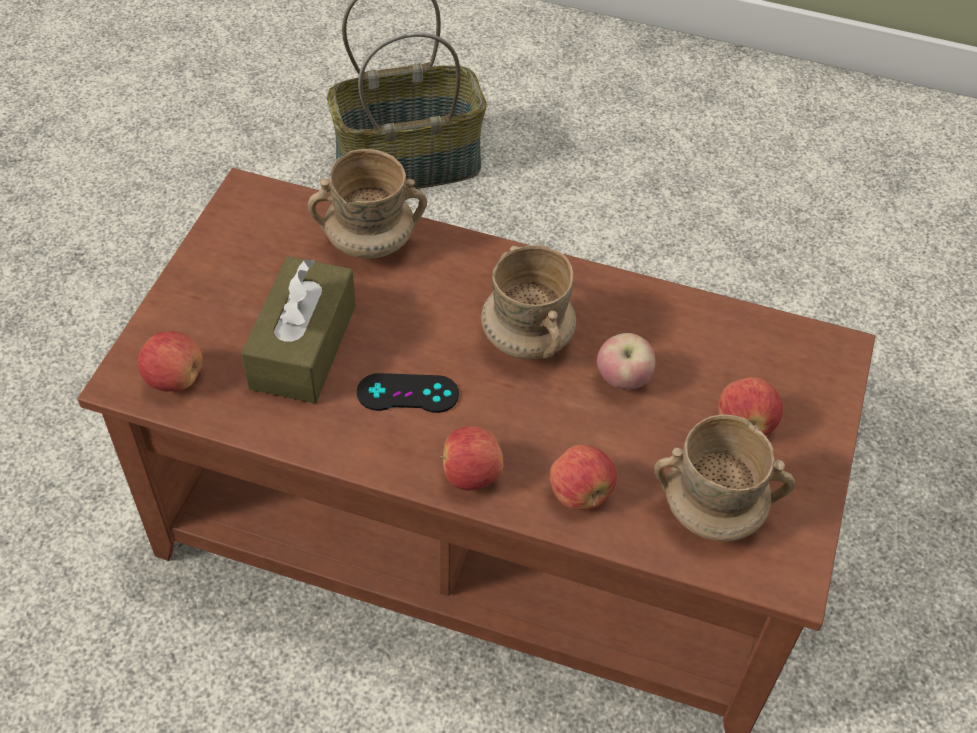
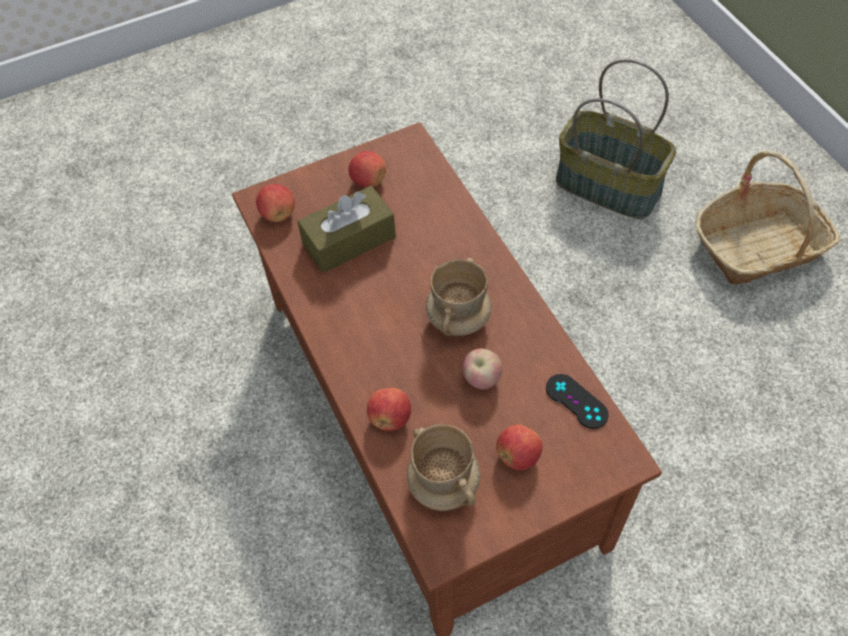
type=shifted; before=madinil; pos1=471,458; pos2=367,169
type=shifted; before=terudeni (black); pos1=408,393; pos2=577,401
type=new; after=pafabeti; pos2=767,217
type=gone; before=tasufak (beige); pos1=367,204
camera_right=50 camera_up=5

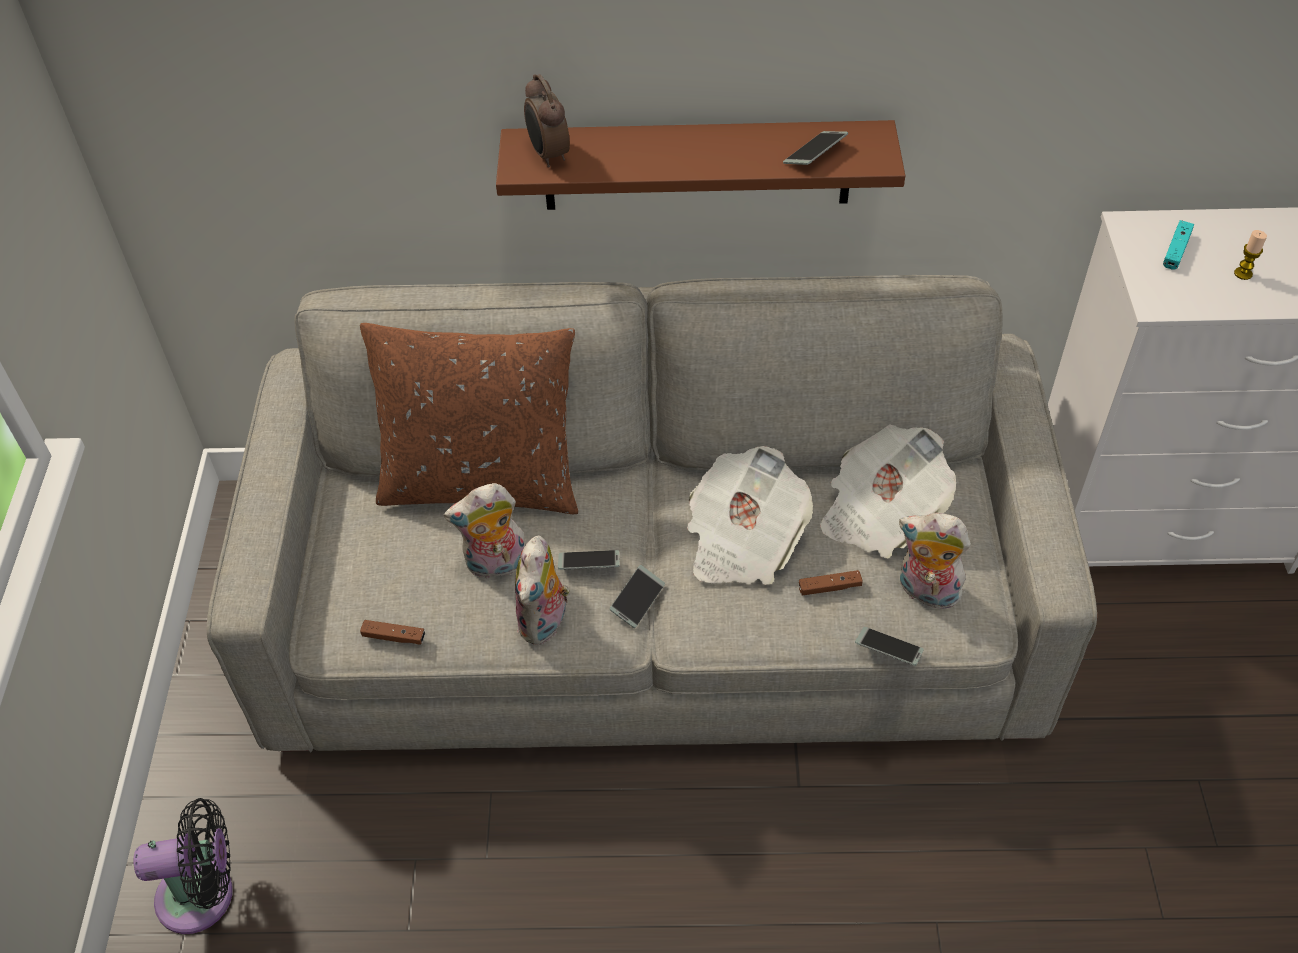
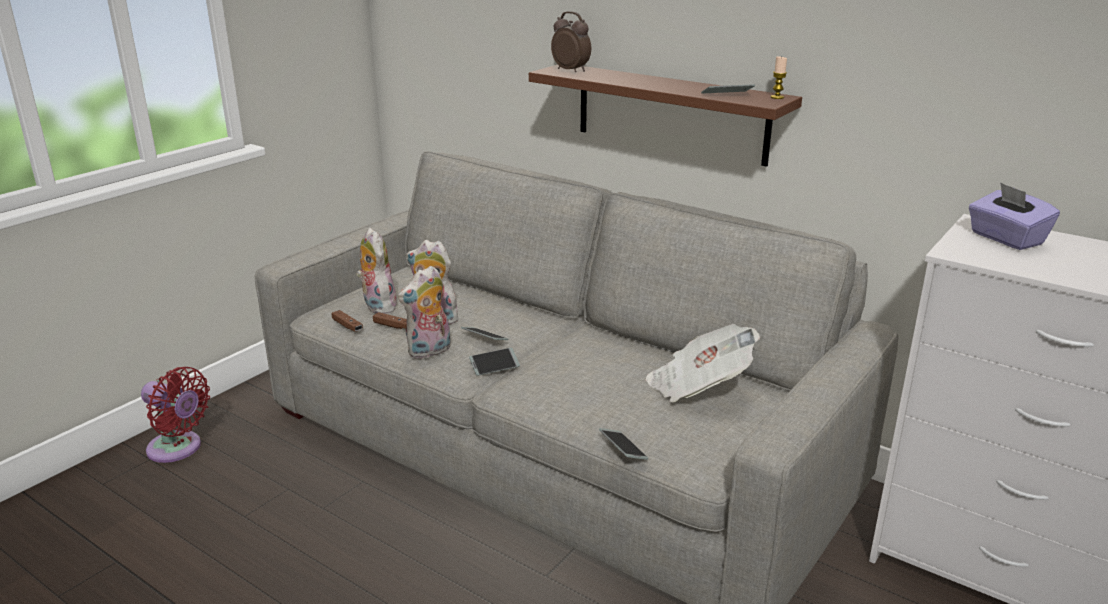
type=repainted; before=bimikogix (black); after=bimikogix (red); pos1=183,866; pos2=175,415
type=shifted; before=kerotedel; pos1=935,562; pos2=376,271
type=shifted; before=terudeni (brown); pos1=831,582; pos2=390,320
type=rotated; before=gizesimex; pos1=547,121; pos2=571,41; turn=120
type=shifted; before=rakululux; pos1=1250,255; pos2=779,77
type=swapped; before=terudeni (turquoise); after=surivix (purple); pos1=1178,245; pos2=1014,216
type=gone; before=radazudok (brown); pos1=469,418
type=gone; before=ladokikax; pos1=750,515
camera_right=35 camera_up=-25

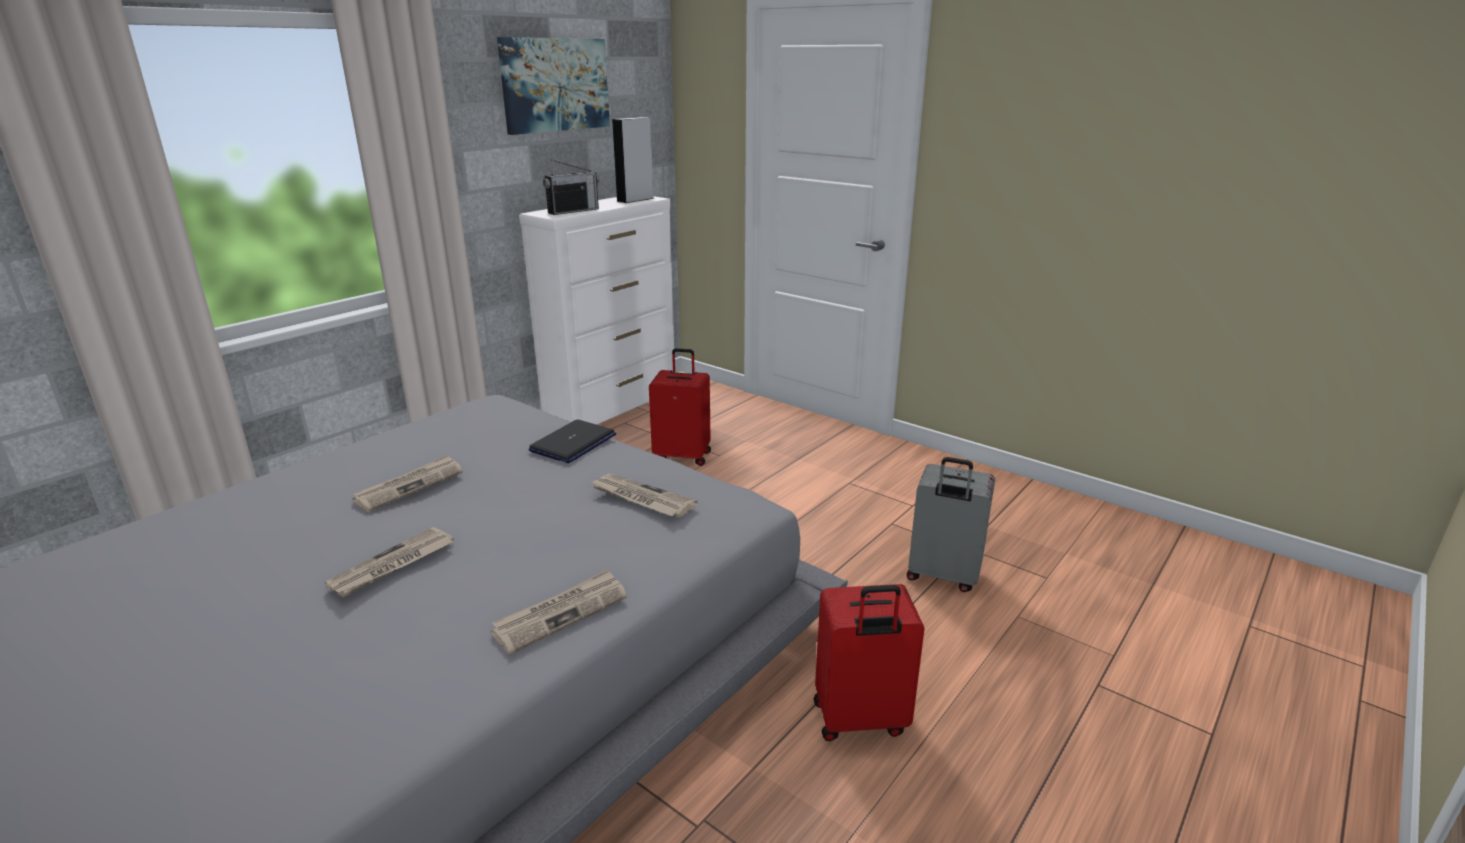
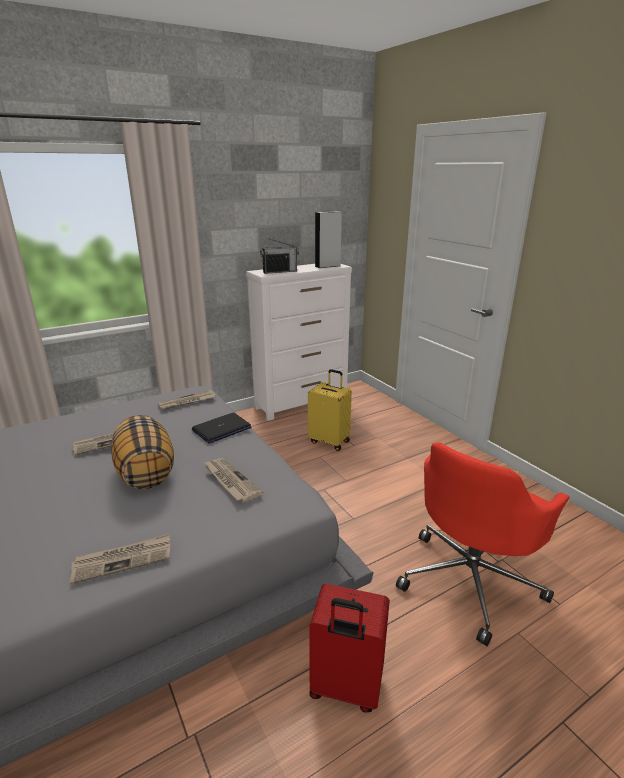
type=new; after=radazudok; pos2=142,452
type=shifted; before=ladokikax; pos1=389,562; pos2=187,400
type=repainted; before=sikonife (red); after=sikonife (yellow); pos1=680,407; pos2=330,410
type=swapped; before=sikonife (grey); after=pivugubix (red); pos1=950,524; pos2=483,544
type=gone; before=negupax; pos1=553,86
camera_right=20 camera_up=0

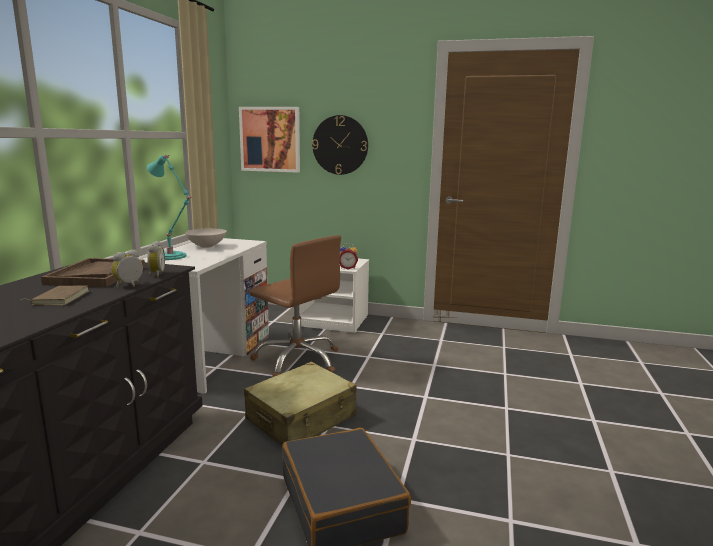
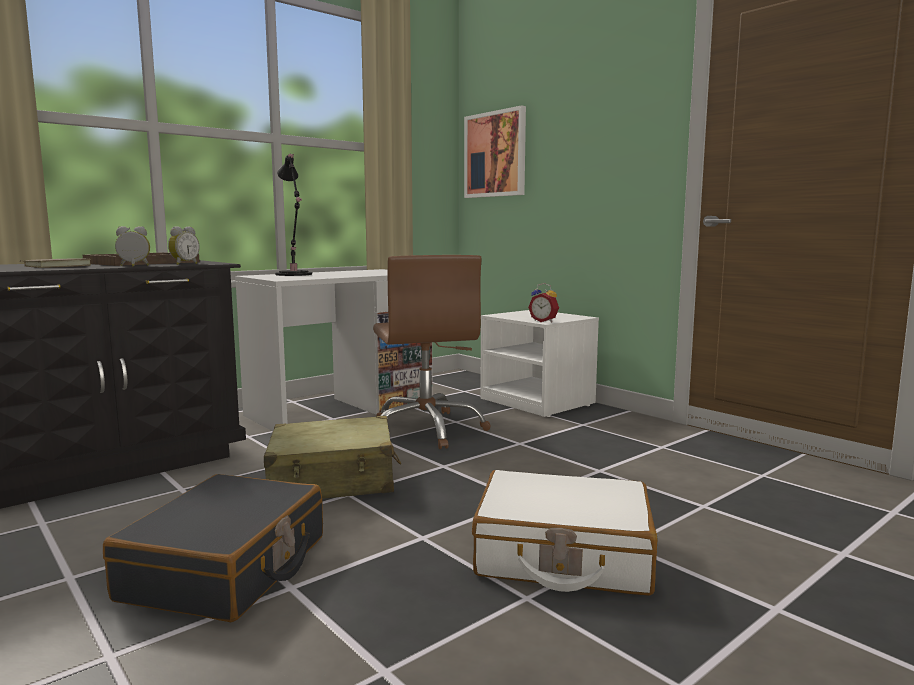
type=repainted; before=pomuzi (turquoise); after=pomuzi (black); pos1=170,207; pos2=293,214
type=new; after=sikonife (white); pos2=565,533
type=gone; before=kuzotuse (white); pos1=206,238
type=gone; before=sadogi; pos1=340,145
camera_right=35 camera_up=-5

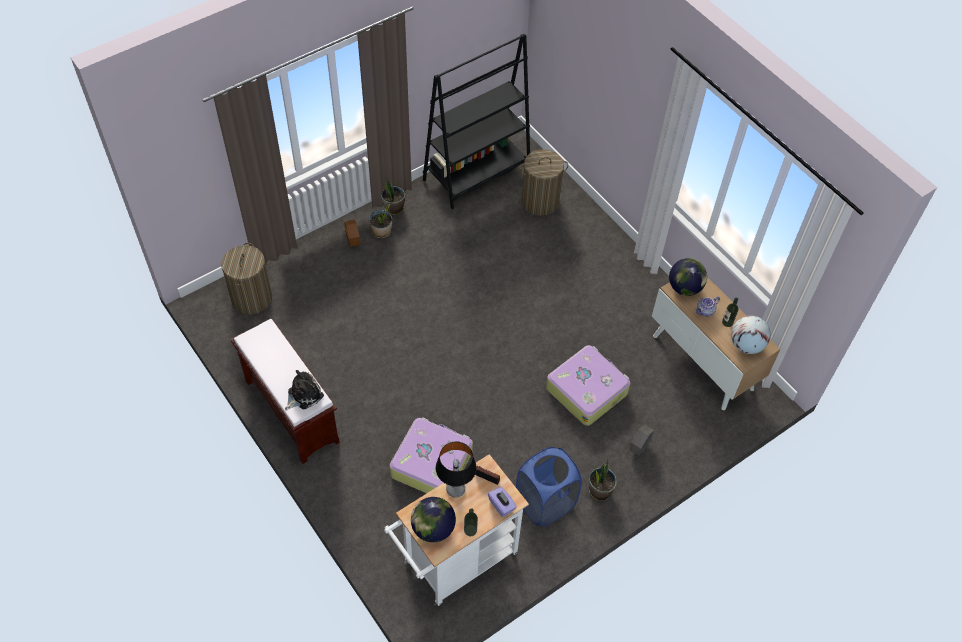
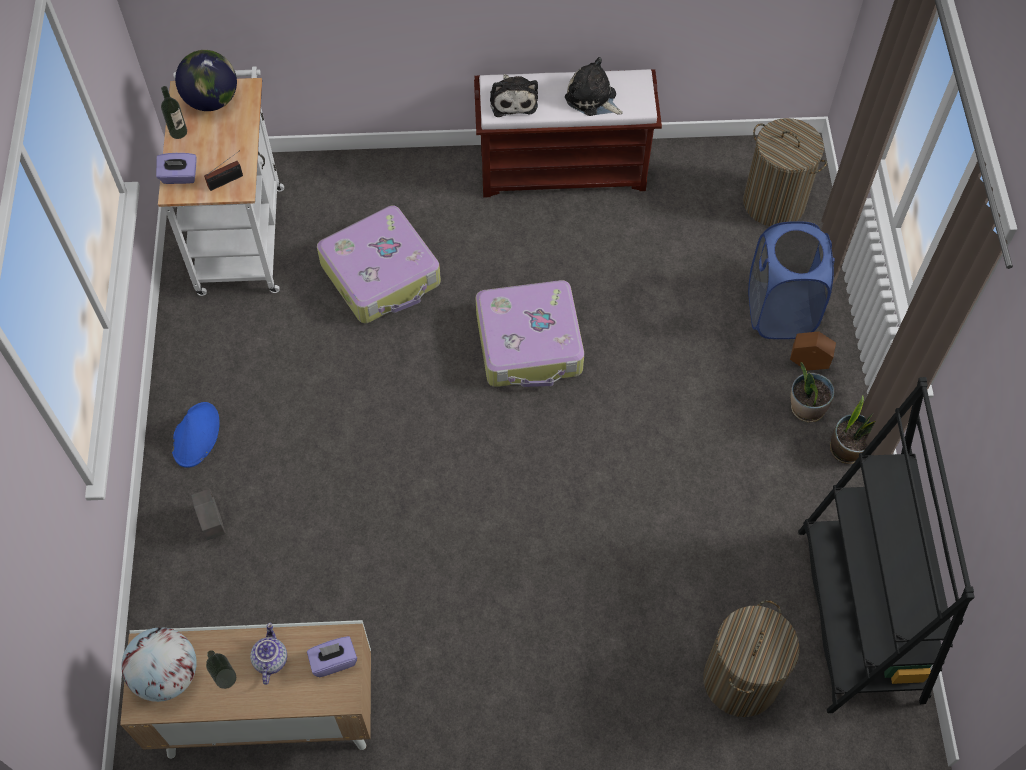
type=swapped; before=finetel; after=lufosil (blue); pos1=603,479; pos2=196,435
type=swapped; before=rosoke; after=surivix (purple); pos1=688,277; pos2=332,656
type=shifted; before=sikonife; pos1=588,385; pos2=530,333
type=new; after=kerotedel; pos2=594,86
type=shifted; before=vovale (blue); pos1=549,486; pos2=791,280
type=gone; before=pomuzi; pos1=456,470
camera_right=125 camera_up=5

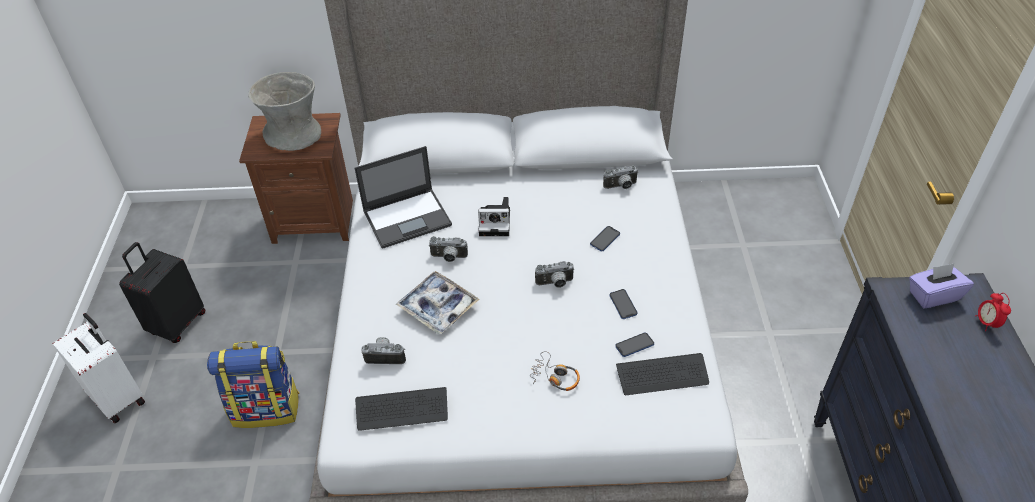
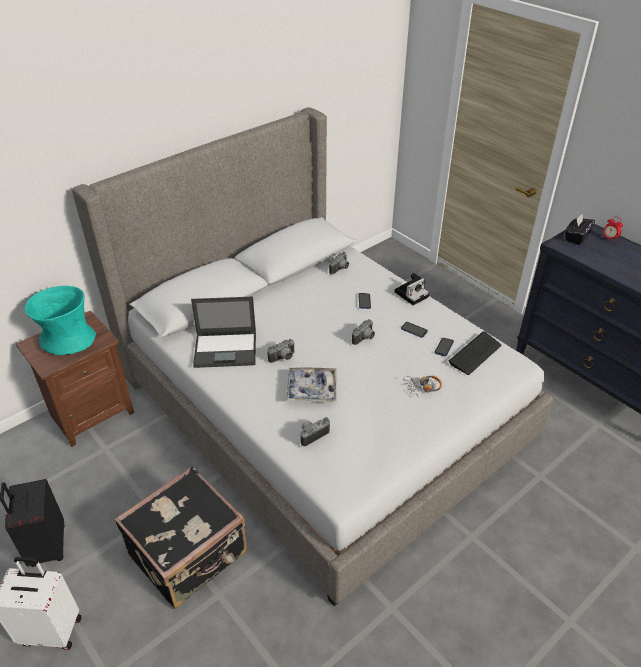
type=repainted; before=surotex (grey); after=surotex (turquoise); pos1=284,111; pos2=60,320
type=swapped; before=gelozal; after=sikonife (black); pos1=253,384; pos2=181,537
type=rotated; before=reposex; pos1=403,197; pos2=223,332; turn=60
type=shifted; before=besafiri; pos1=494,216; pos2=412,289
type=repainted; before=surivix (purple); after=surivix (black); pos1=941,286; pos2=580,229
type=gone; before=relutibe; pos1=401,409
camera_right=-40 camera_up=-5

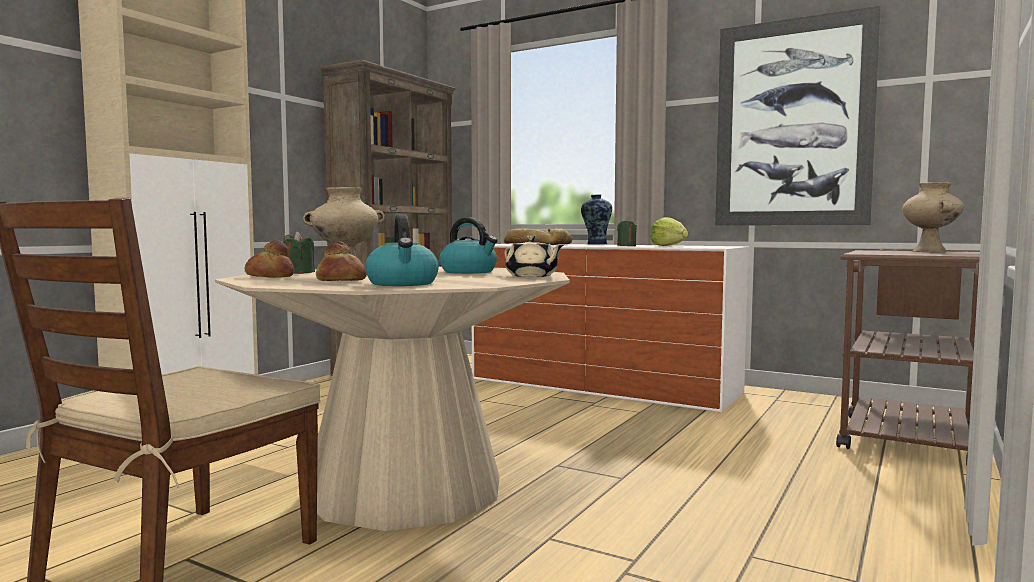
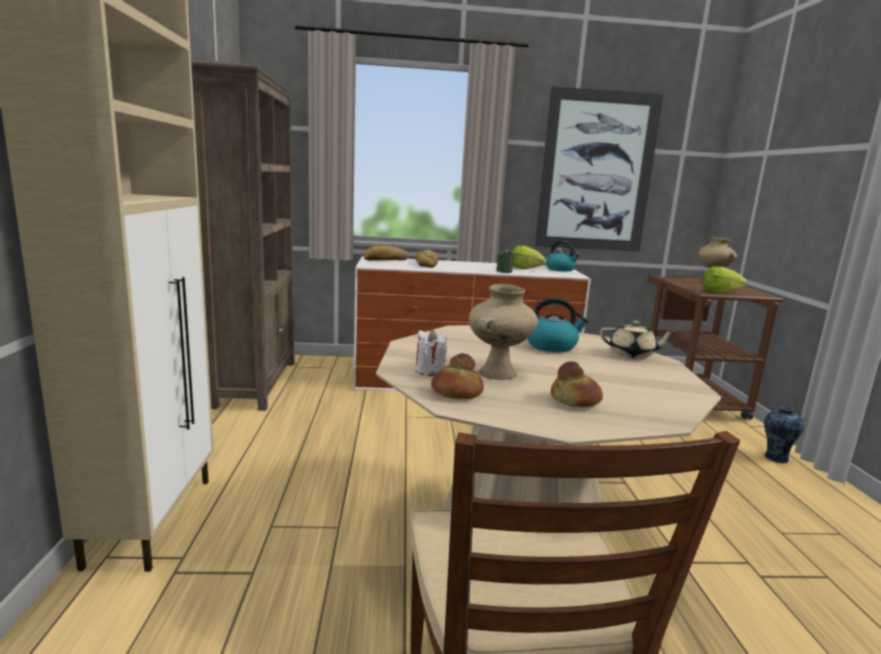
type=repainted; before=rakululux (green); after=rakululux (white); pos1=299,252; pos2=431,352
type=shifted; before=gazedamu; pos1=402,250; pos2=563,256
type=new; after=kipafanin; pos2=725,279
type=shifted; before=surotex; pos1=596,219; pos2=784,434
camera_right=-35 camera_up=10

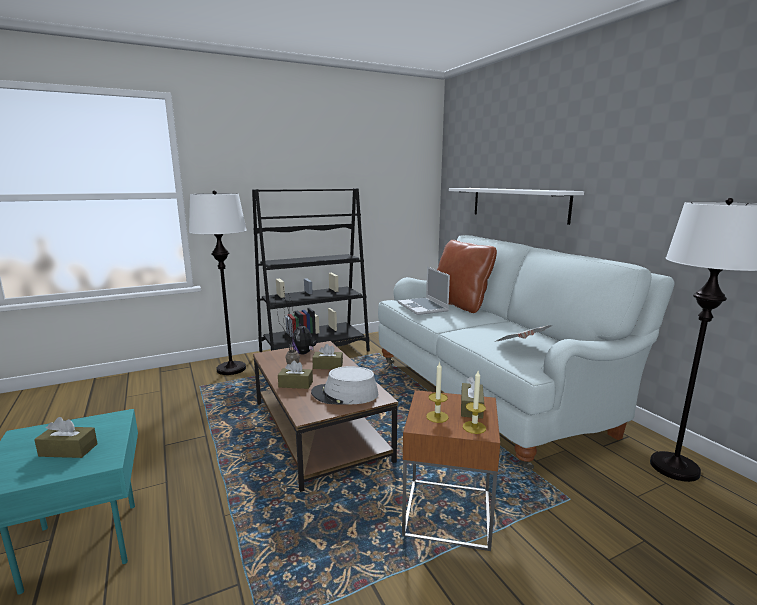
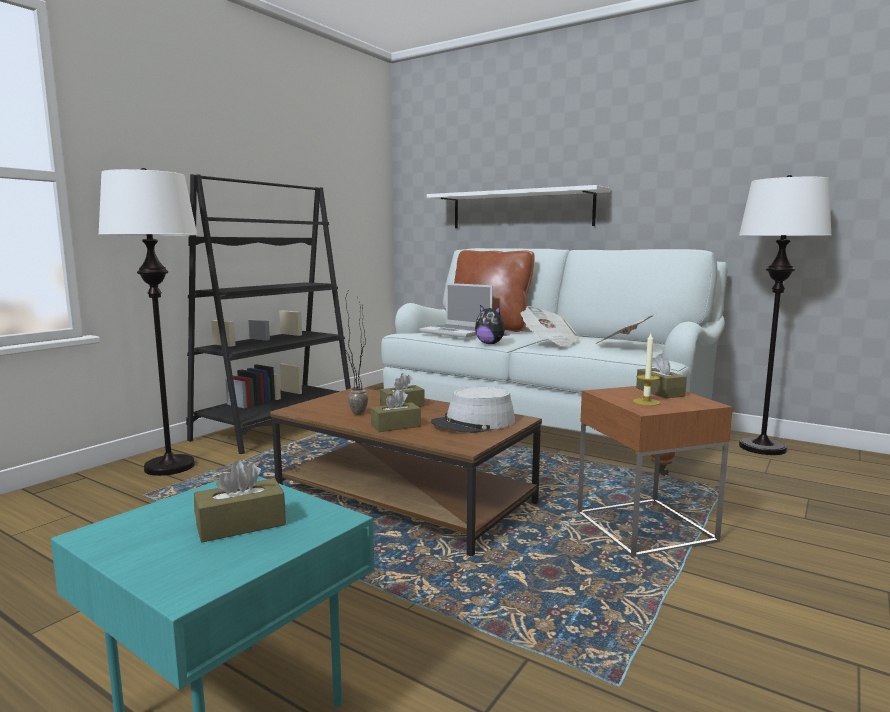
type=shifted; before=kerotedel; pos1=304,338; pos2=492,324
type=new; after=ladokikax; pos2=550,326
type=gone; before=rakululux; pos1=474,402
camera_right=-30 camera_up=-5

